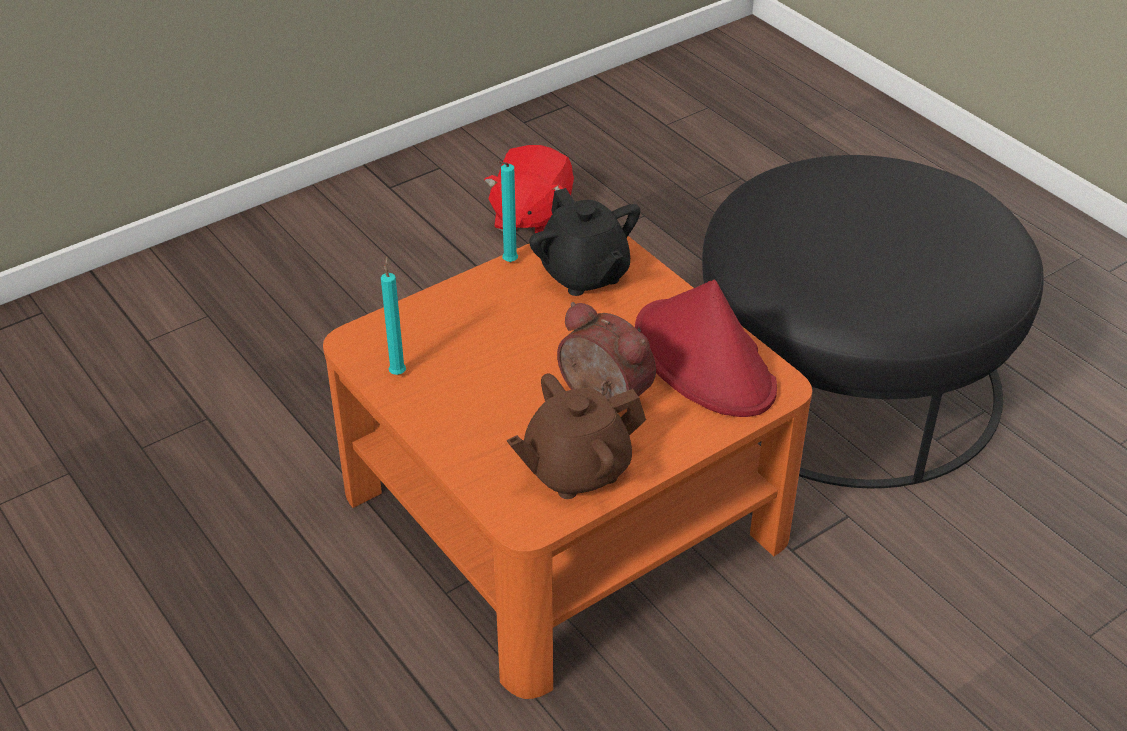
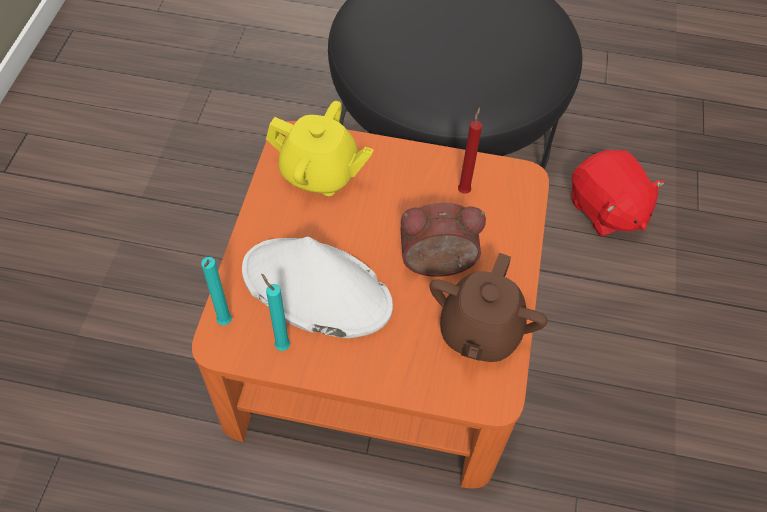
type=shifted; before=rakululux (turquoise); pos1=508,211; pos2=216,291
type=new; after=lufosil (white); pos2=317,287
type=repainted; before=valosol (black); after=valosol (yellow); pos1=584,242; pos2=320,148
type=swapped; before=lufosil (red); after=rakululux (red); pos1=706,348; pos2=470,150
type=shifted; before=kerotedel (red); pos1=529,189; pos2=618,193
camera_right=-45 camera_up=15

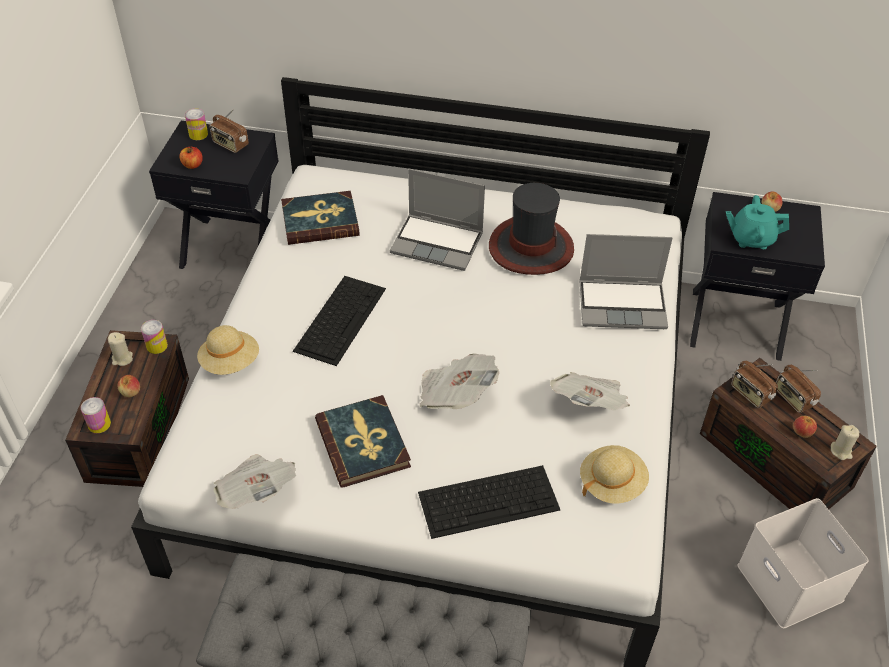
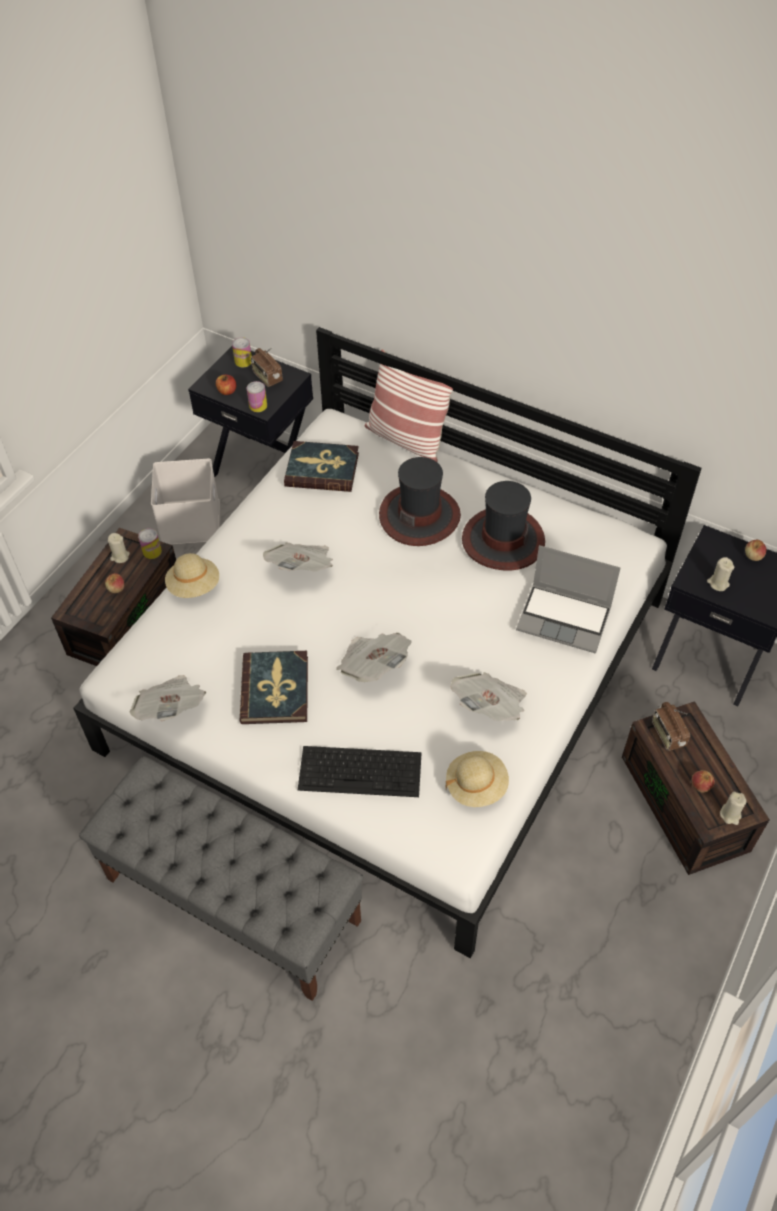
type=shifted; before=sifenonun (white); pos1=803,563; pos2=185,502
type=shifted; before=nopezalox; pos1=96,415; pos2=257,396
type=swapped; before=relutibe; after=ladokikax; pos1=339,321; pos2=298,557
type=new; after=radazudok; pos2=408,405
type=swapped; before=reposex; after=lufosil; pos1=437,220; pos2=420,501
type=swapped; before=valosol (turquoise); after=rakululux (beige); pos1=757,222; pos2=720,574
type=gone; before=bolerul; pos1=798,389
camera_right=20 camera_up=5

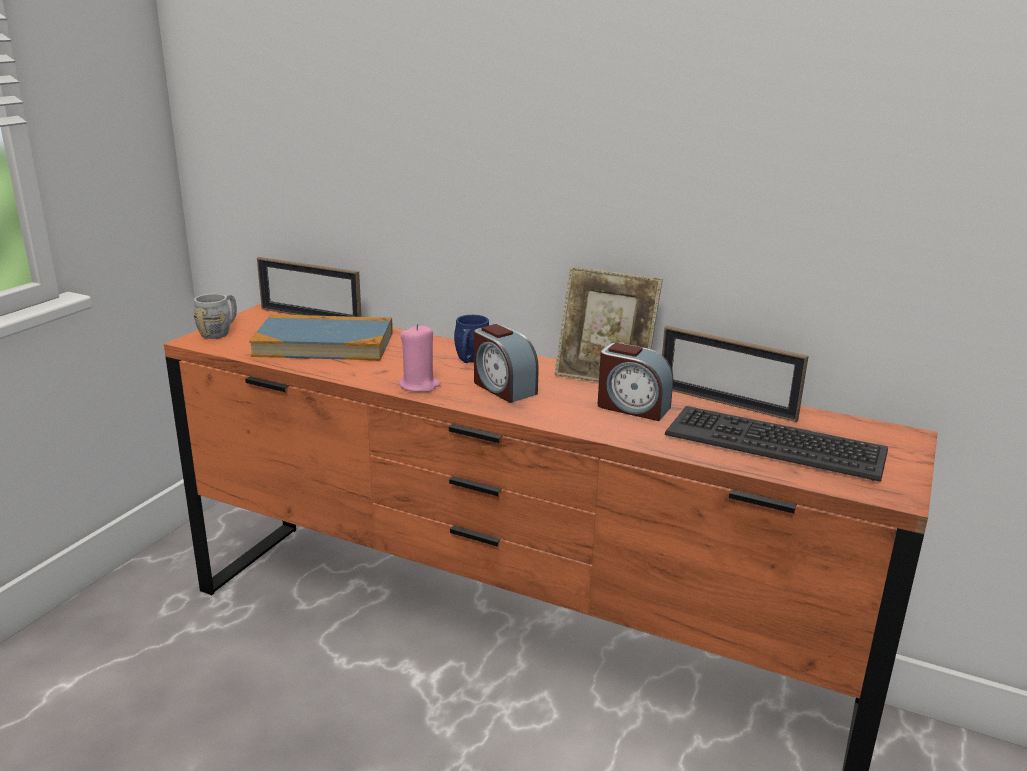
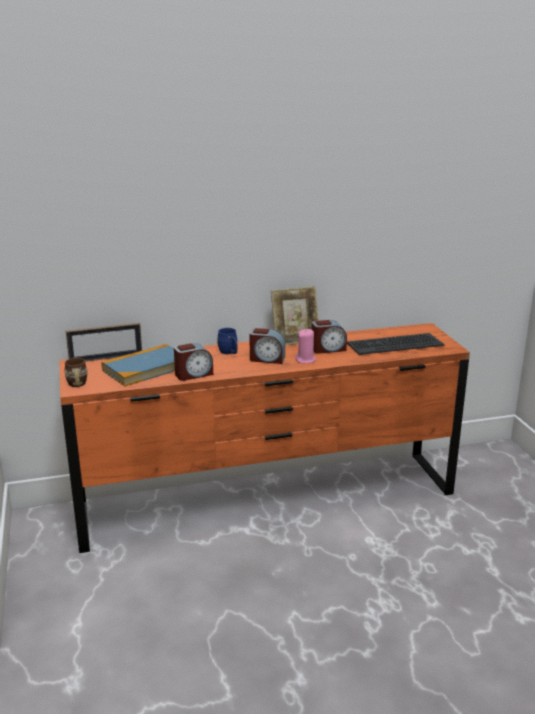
type=repainted; before=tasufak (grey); after=tasufak (brown); pos1=215,316; pos2=76,372
type=new; after=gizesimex; pos2=193,362
type=shifted; before=rakululux (pink); pos1=420,358; pos2=306,346
type=gone; before=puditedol; pos1=735,374
camera_right=-40 camera_up=0

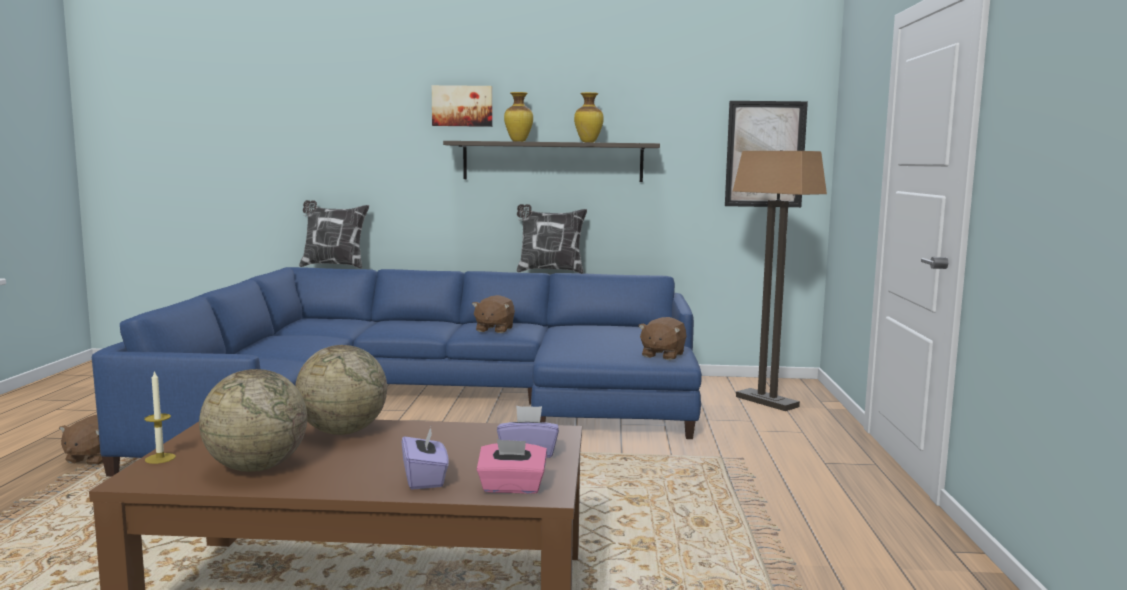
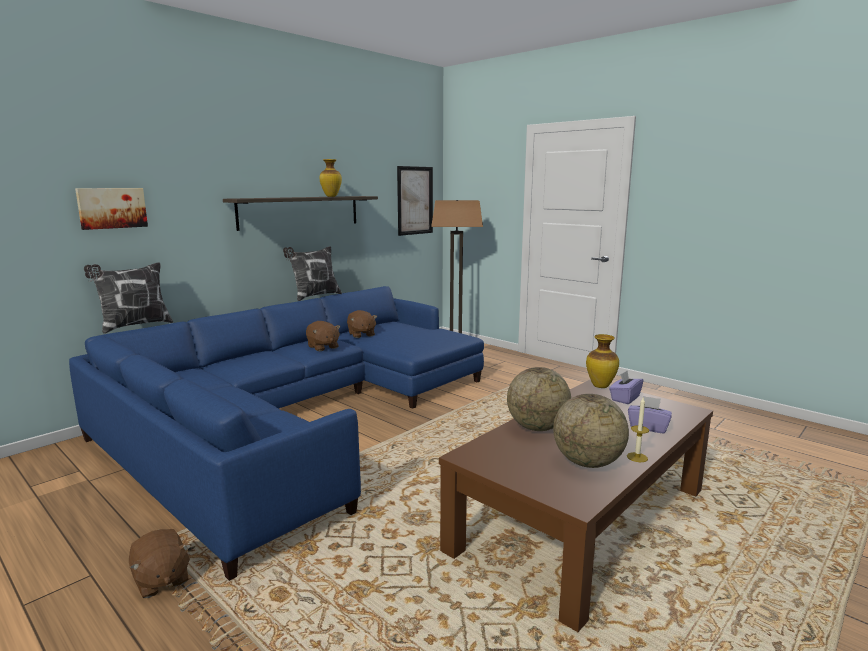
type=shifted; before=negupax; pos1=462,106; pos2=111,209
type=shifted; before=kerotedel (brown); pos1=663,338; pos2=362,324
type=shifted; before=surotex; pos1=518,117; pos2=602,361
type=shifted; before=rakululux; pos1=160,417; pos2=638,430
type=gone; before=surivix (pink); pos1=511,466
camera_right=-50 camera_up=5

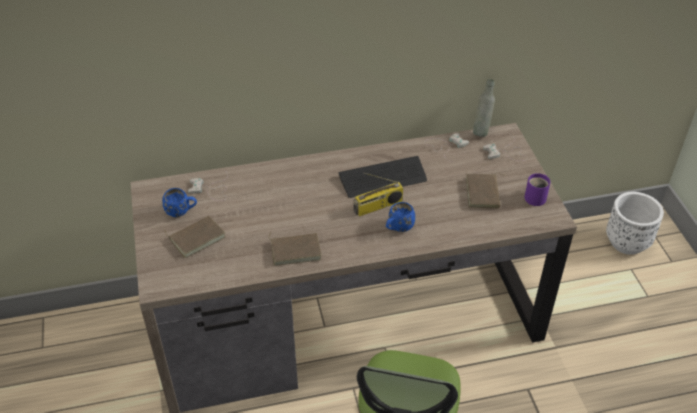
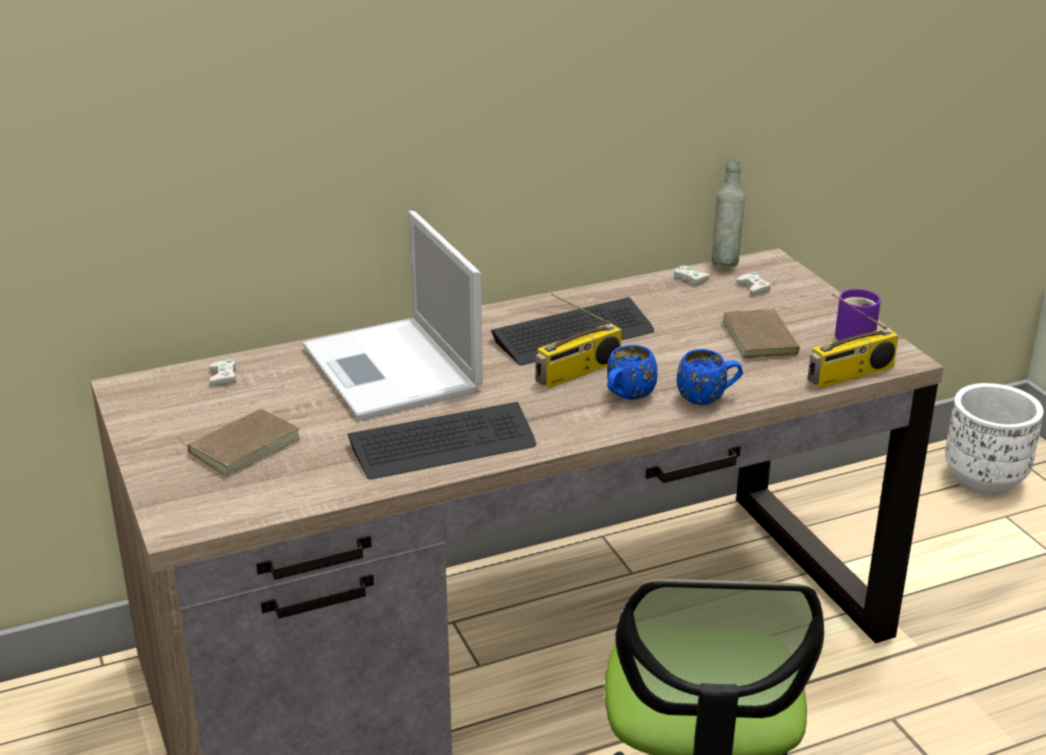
type=new; after=reposex; pos2=393,316
type=swapped; before=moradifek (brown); after=relutibe; pos1=295,248; pos2=442,440
type=shifted; before=tasufak (blue); pos1=179,202; pos2=710,377
type=new; after=bolerul; pos2=853,341
camera_right=-10 camera_up=-15

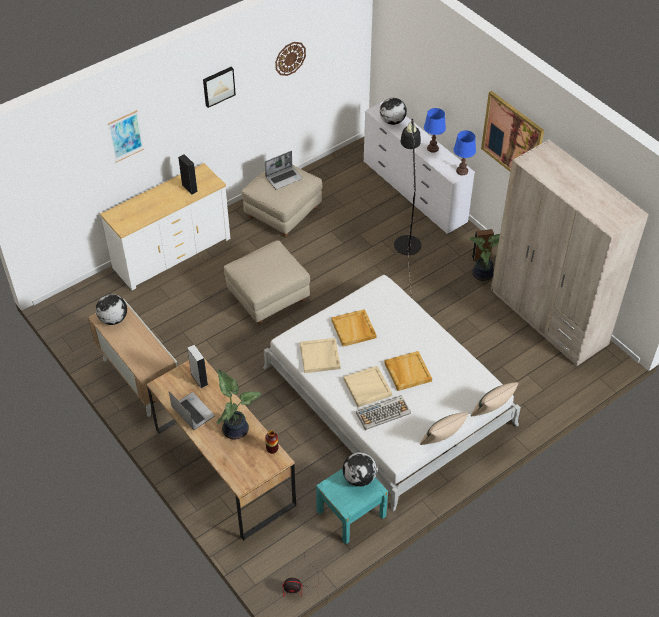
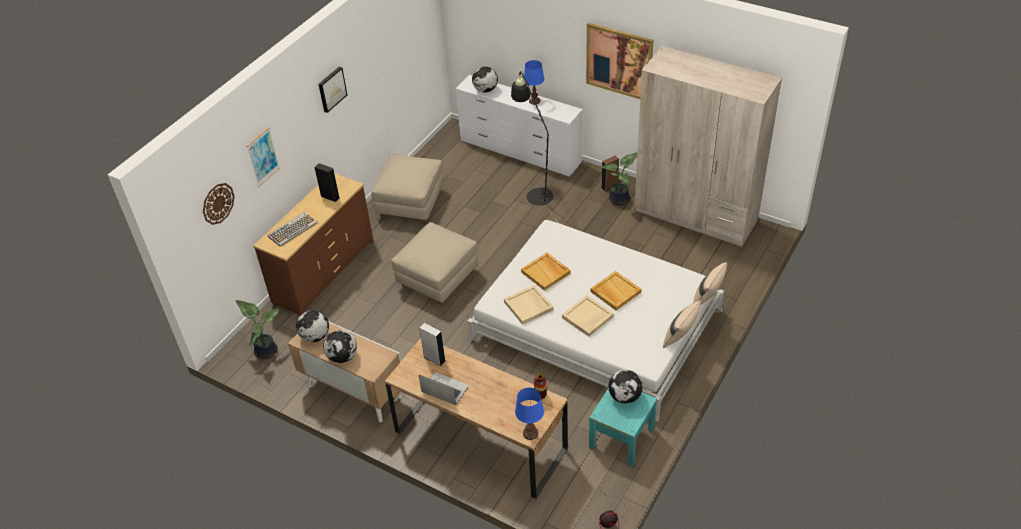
type=shifted; before=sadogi; pos1=290,59; pos2=218,204
type=shifted; before=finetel; pos1=239,404; pos2=257,329
type=repainted; before=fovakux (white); after=fovakux (brown); pos1=165,226; pos2=313,244
type=shifted; before=relutibe; pos1=383,412; pos2=292,229
type=new; after=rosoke; pos2=340,346
type=shifted; before=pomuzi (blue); pos1=465,153; pos2=529,414
type=gone; before=reposex; pos1=284,170
camera_right=-20 camera_up=-5

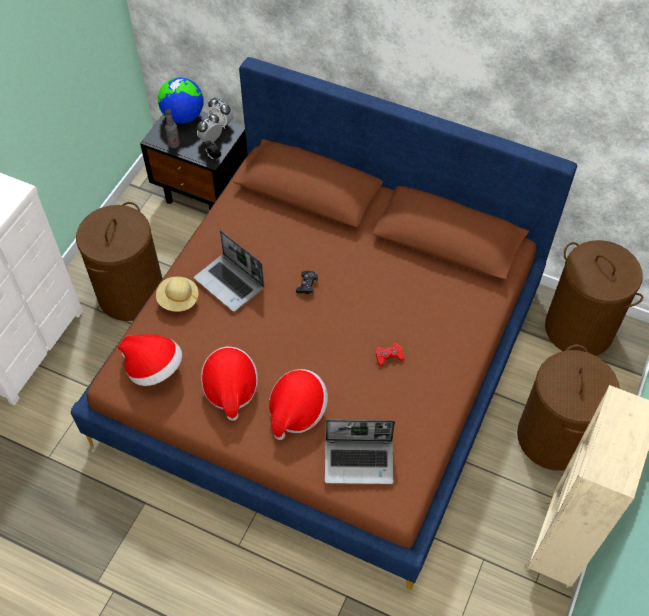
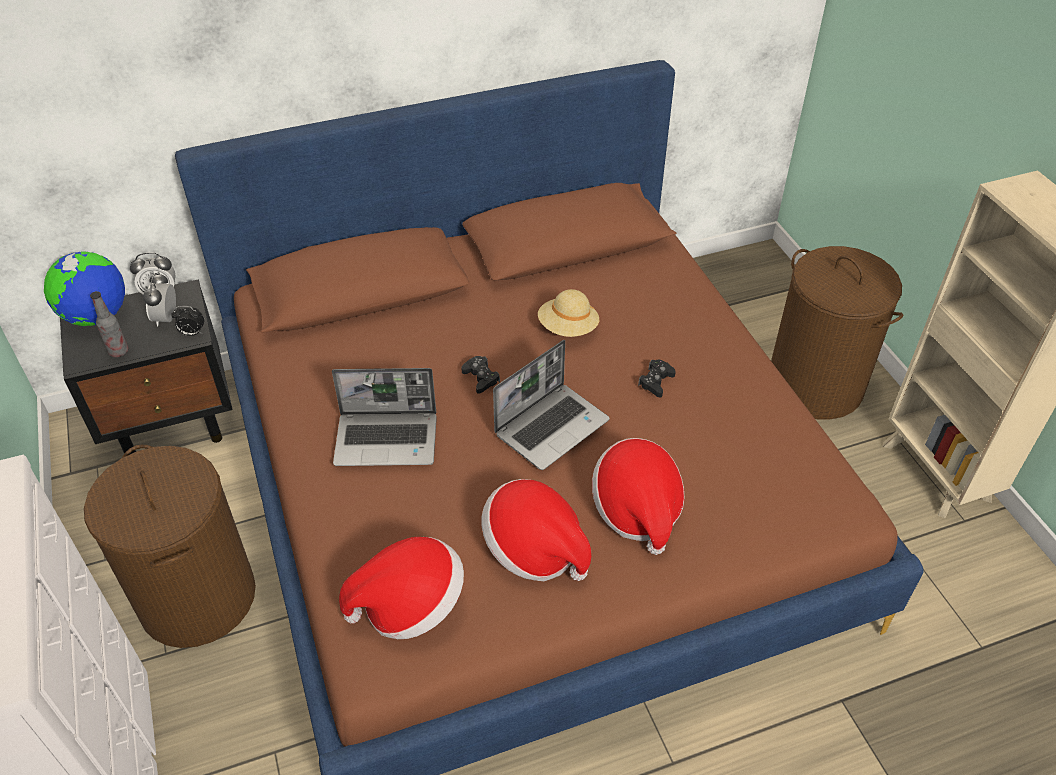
type=shifted; before=reposex; pos1=360,452; pos2=551,405
type=shifted; before=lufosil (beige); pos1=177,294; pos2=568,313
type=repainted; before=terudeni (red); after=terudeni (black); pos1=390,355; pos2=657,379
type=gone; before=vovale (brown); pos1=594,298
camera_right=-45 camera_up=-10

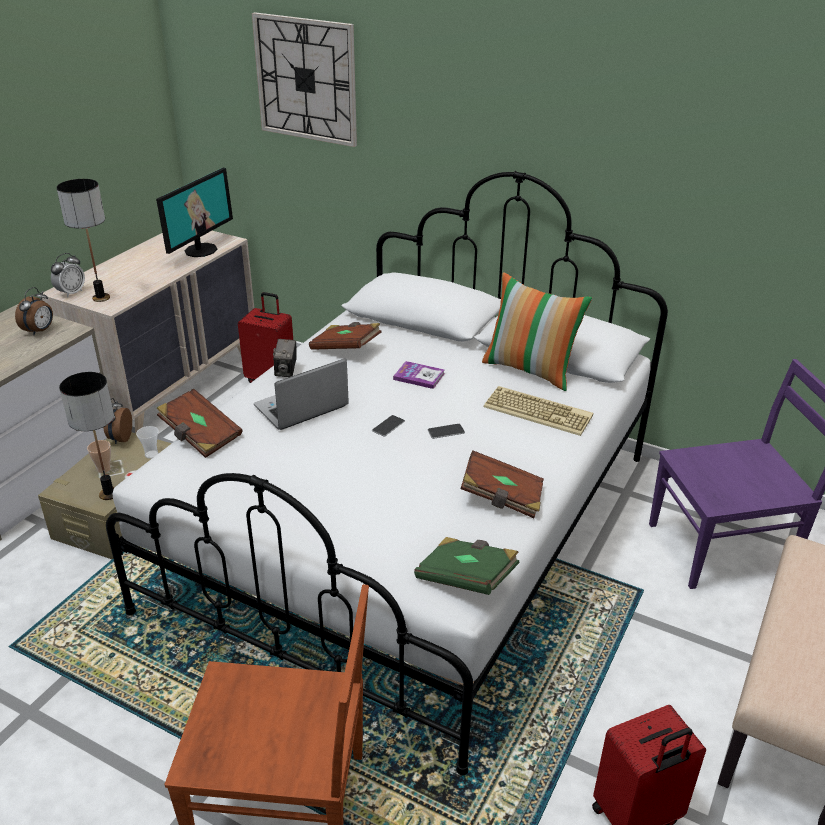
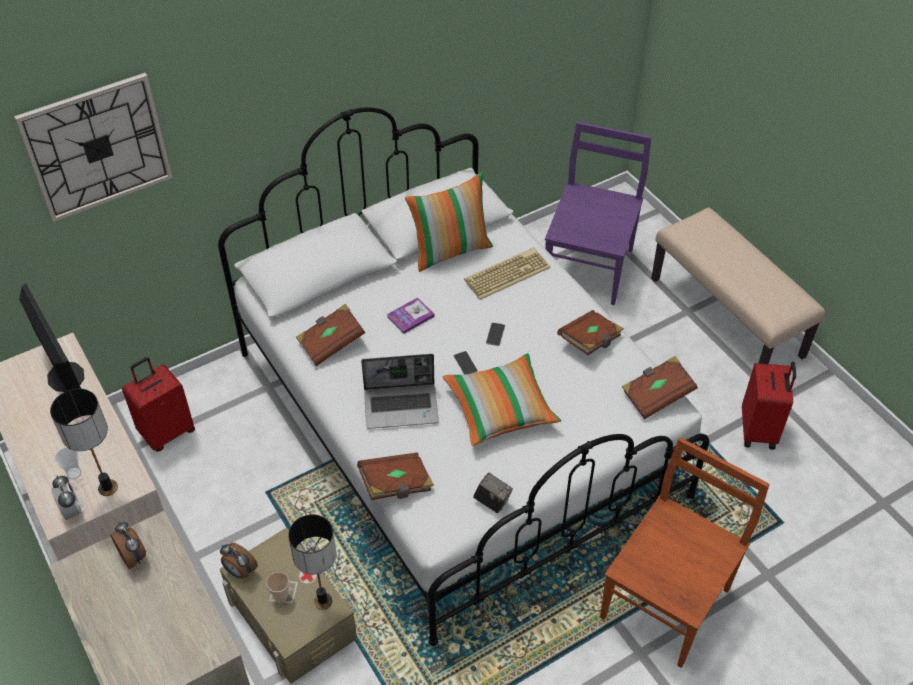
type=shifted; before=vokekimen; pos1=147,442; pos2=68,463
type=rotated; before=reposex; pos1=301,394; pos2=400,391; turn=-90
type=new; after=radazudok; pos2=502,399
type=shifted; before=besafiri; pos1=285,358; pos2=493,492
type=repainted; before=moradifek (green); after=moradifek (brown); pos1=467,566; pos2=660,387
camera_right=-60 camera_up=15

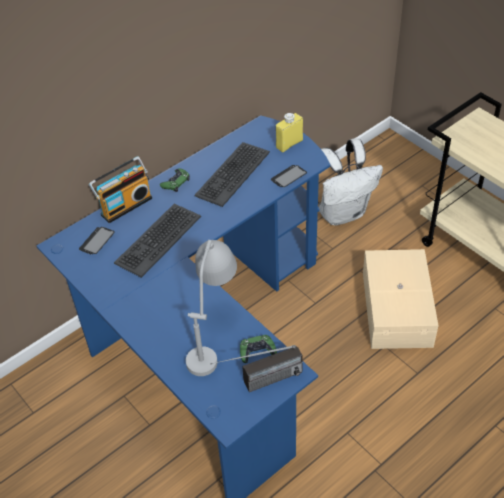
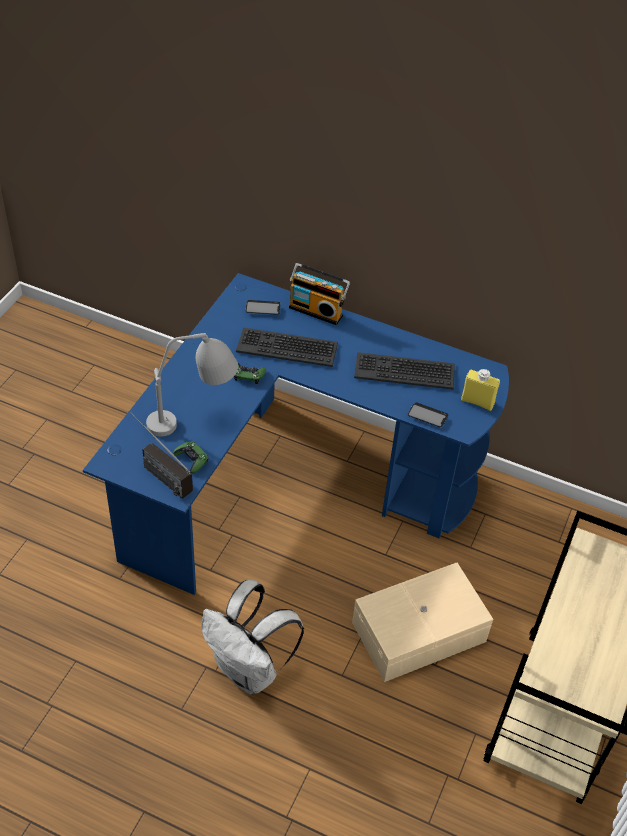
type=shifted; before=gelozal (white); pos1=350,182; pos2=252,637
type=shifted; before=terudeni (green); pos1=175,180; pos2=250,373
camera_right=60 camera_up=0

